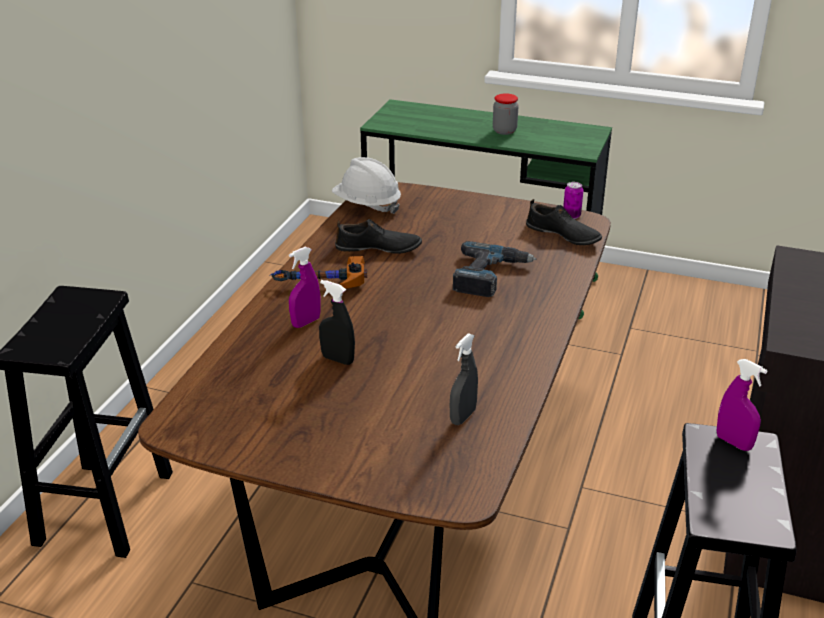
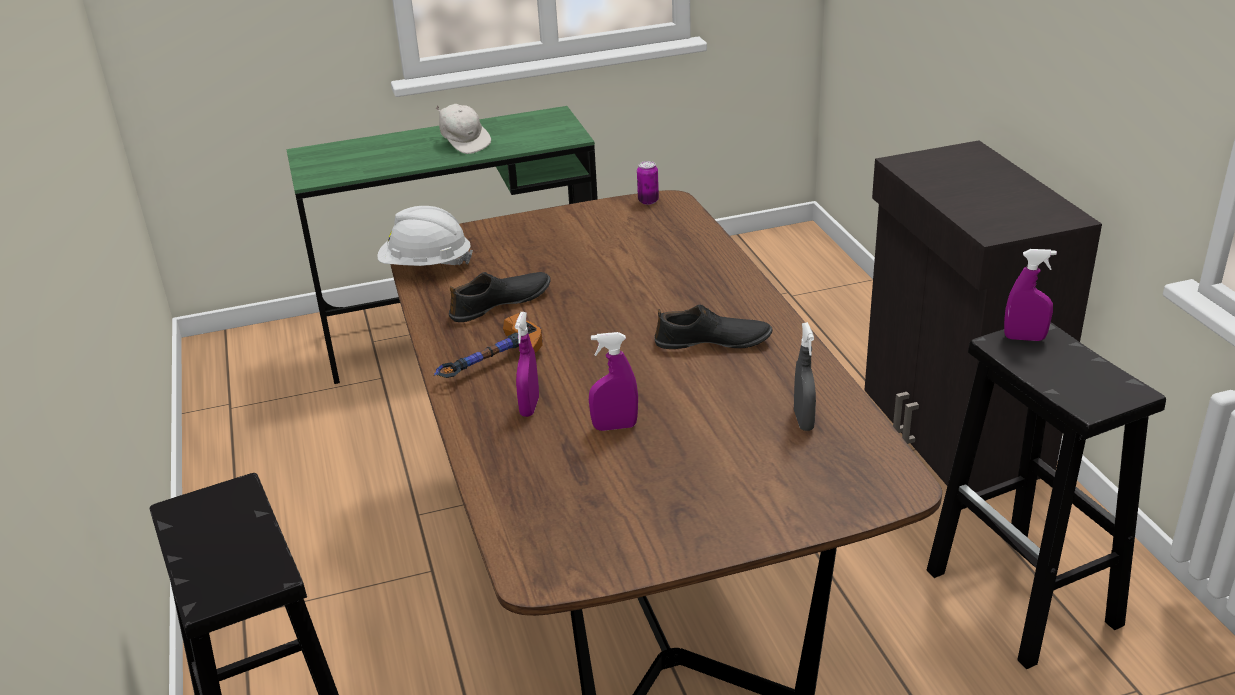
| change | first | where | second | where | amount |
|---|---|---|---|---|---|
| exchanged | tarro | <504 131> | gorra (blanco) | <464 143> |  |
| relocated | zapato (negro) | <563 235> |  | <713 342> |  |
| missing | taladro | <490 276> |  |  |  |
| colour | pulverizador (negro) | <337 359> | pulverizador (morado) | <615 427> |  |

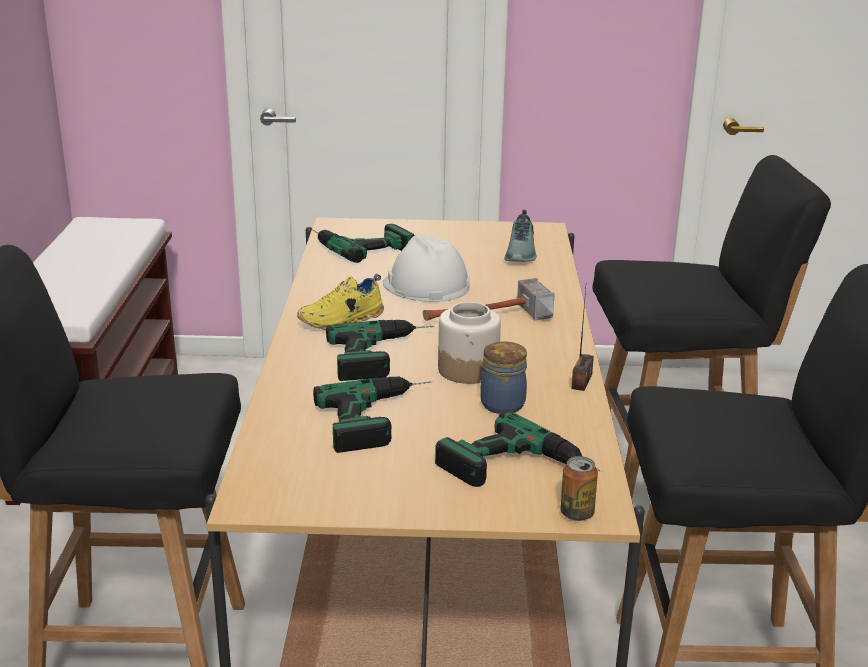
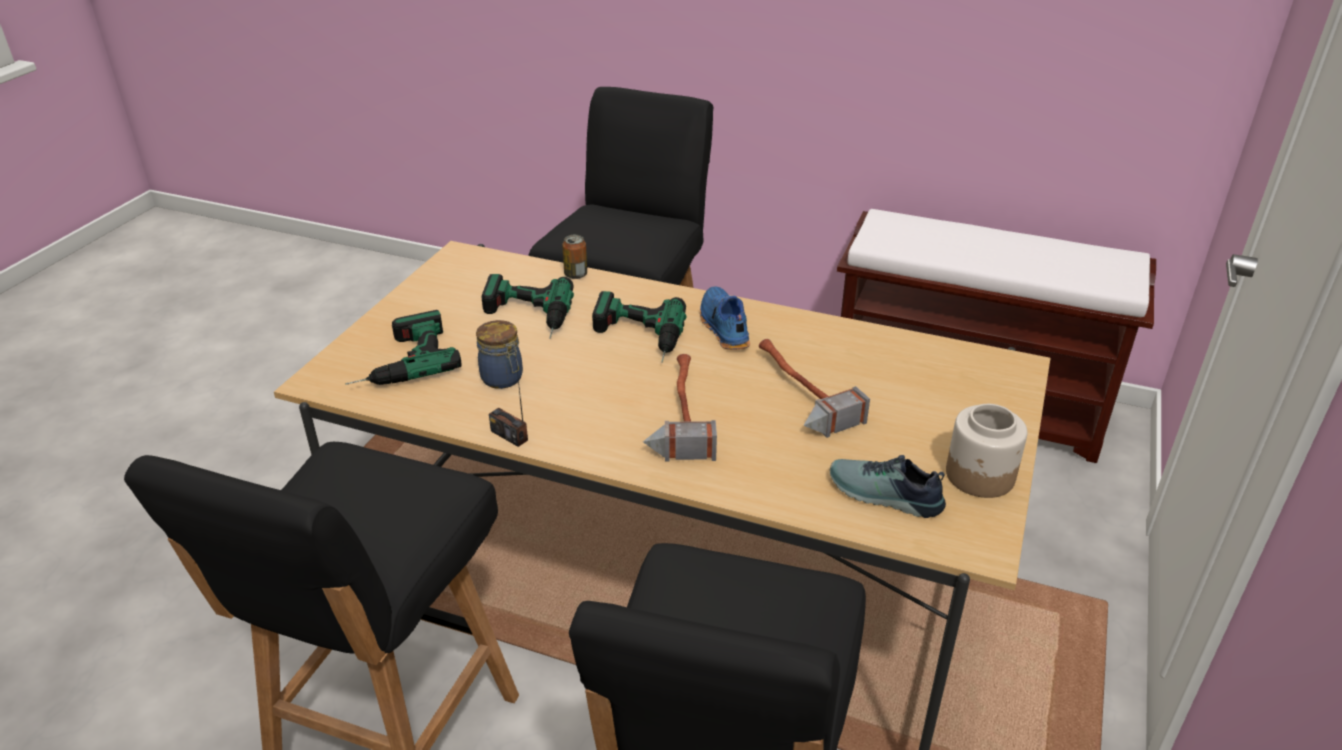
| change | first | where | second | where | amount |
|---|---|---|---|---|---|
| missing | taladro | <358 245> |  |  |  |
| exchanged | casco (blanco) | <426 285> | martillo | <795 393> |  |
| colour | zapato (amarillo) | <342 321> | zapato (azul) | <722 328> |  |
| relocated | tarro | <469 370> |  | <980 476> |  |
| relocated | lata | <577 513> |  | <575 274> |  |

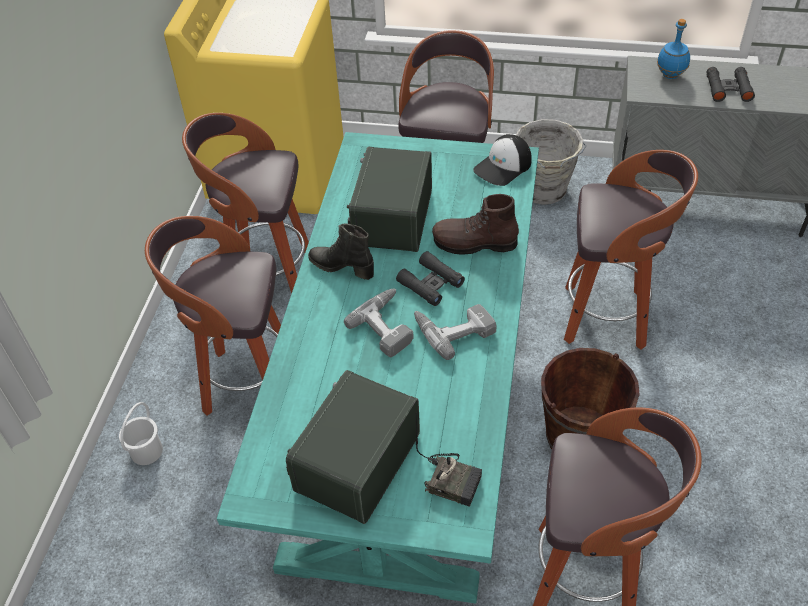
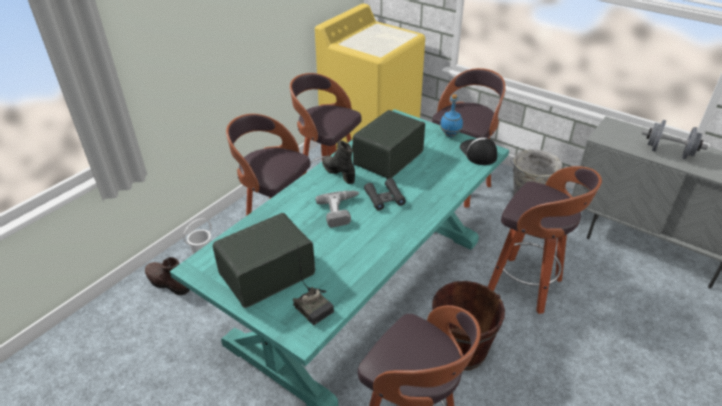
| change | first | where | second | where | amount |
|---|---|---|---|---|---|
| relocated | botella (azul) | <670 75> |  | <450 135> |  |
| exchanged | prismáticos (negro) | <728 89> | mancuerna (gris) | <668 152> |  |
| spun | gorra | <503 166> |  | <478 153> | 90 degrees clockwise |
| relocated | bota (marrón) | <474 243> |  | <168 283> |  |
| missing | taladro | <453 329> |  |  |  |

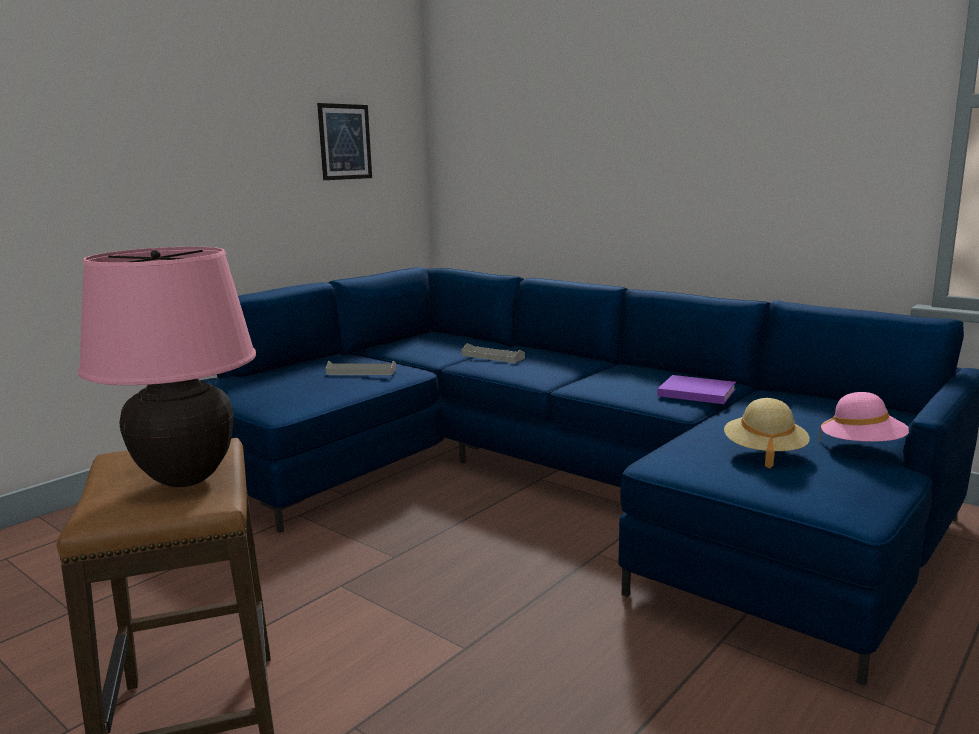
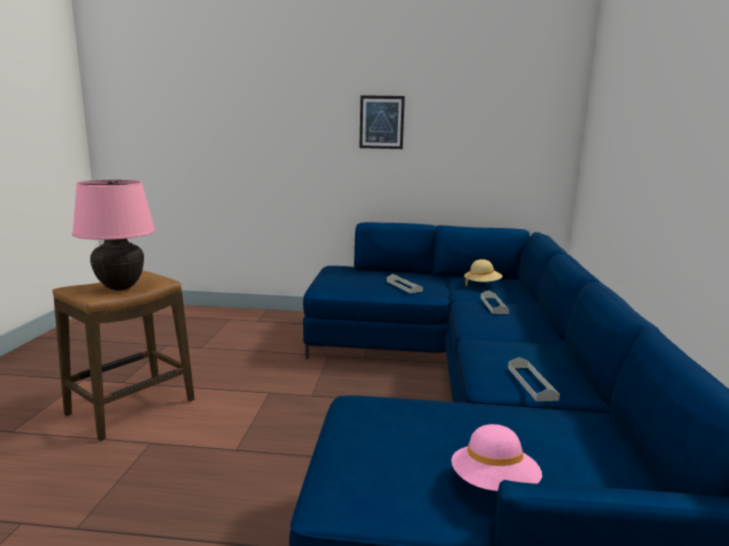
| change | first | where | second | where | amount |
|---|---|---|---|---|---|
| relocated | cuadro | <345 142> |  | <381 122> |  |
| exchanged | libro (morado) | <694 392> | bandeja (gris) | <531 383> |  |
| relocated | sombrero (beis) | <764 453> |  | <482 284> |  |

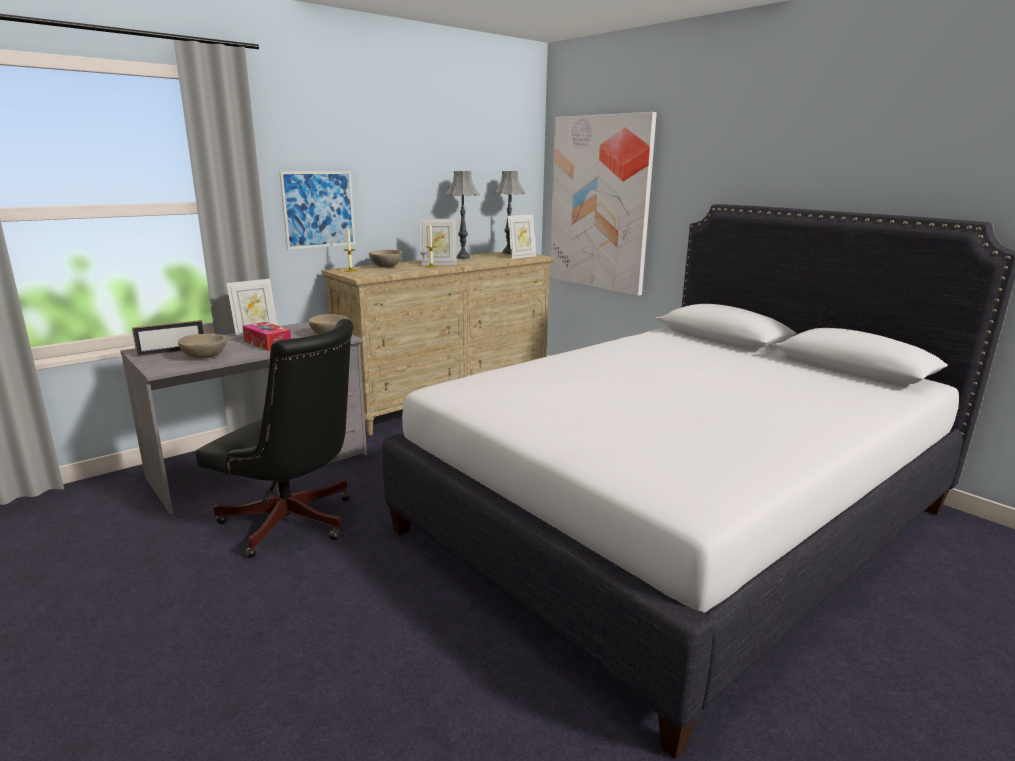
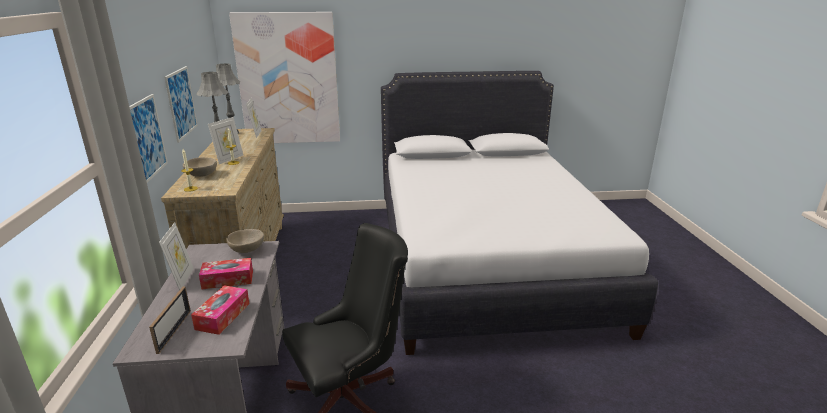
| change | first | where | second | where | amount |
|---|---|---|---|---|---|
| exchanged | cuenco (beis) | <204 357> | caja de pañuelos | <223 316> |  |
| appeared |  |  | cuadro | <181 103> |  |

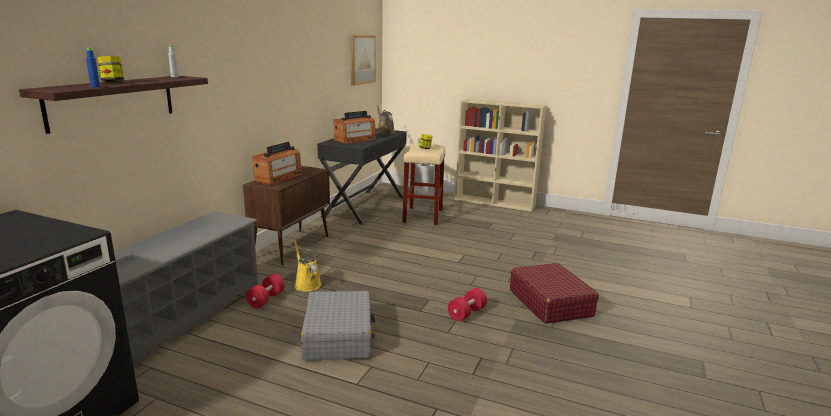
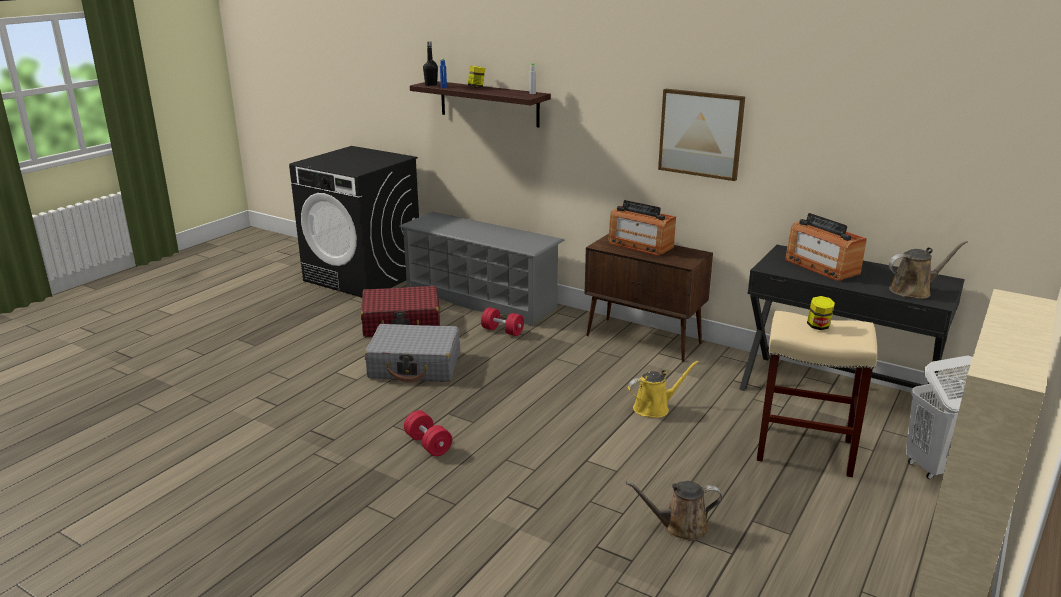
| change | first | where | second | where | amount |
|---|---|---|---|---|---|
| relocated | cuadro | <362 59> |  | <701 134> |  |
| relocated | regadera (amarillo) | <306 284> |  | <654 408> |  |
| relocated | maleta (rojo) | <550 303> |  | <402 323> |  |
| appeared |  |  | botella (negro) | <431 85> |  |
| appeared |  |  | regadera (marrón) | <680 527> |  |

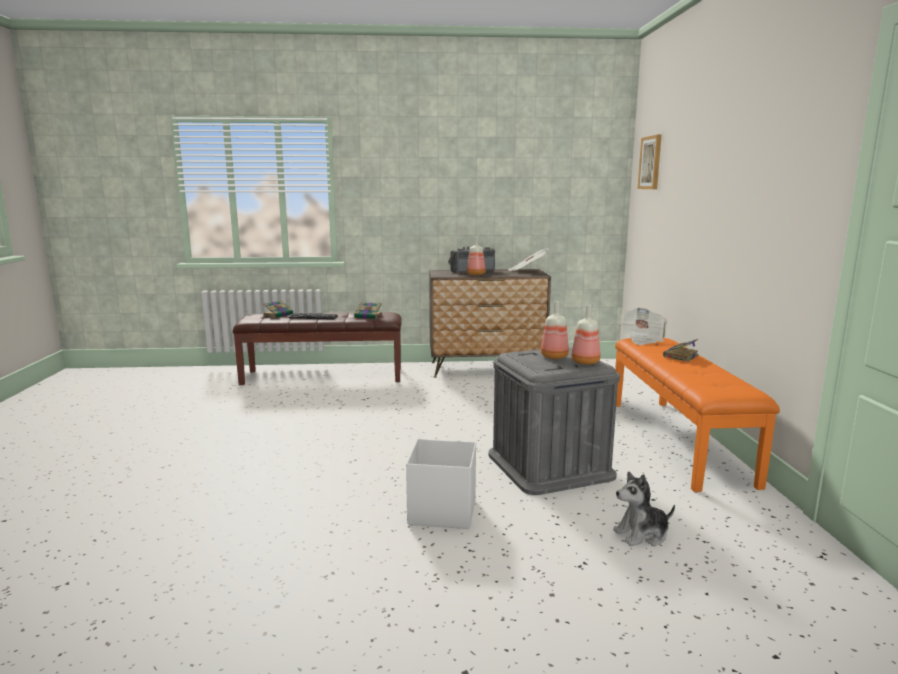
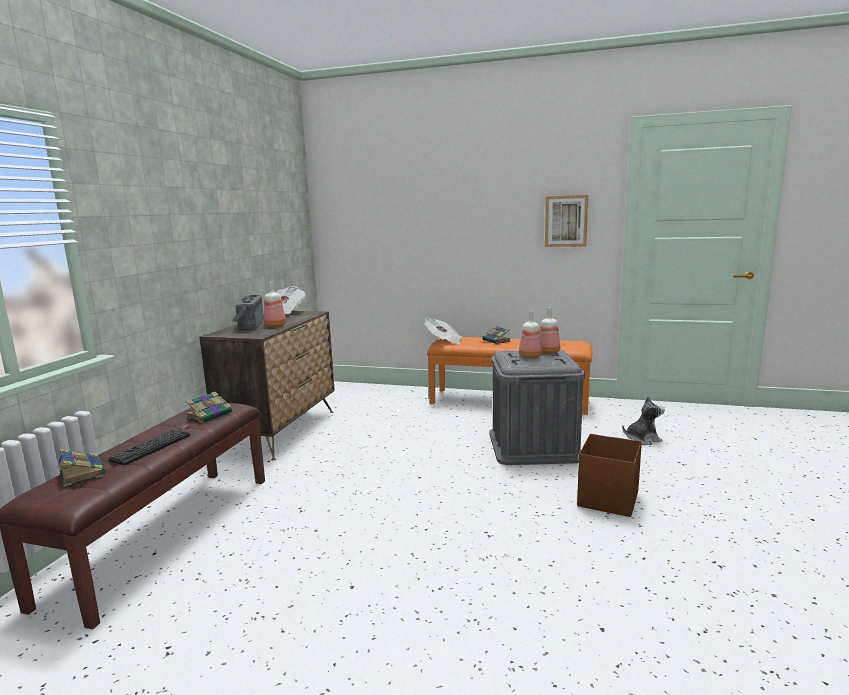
| change | first | where | second | where | amount |
|---|---|---|---|---|---|
| relocated | cuadro | <650 163> |  | <566 221> |  |
| colour | caja de almacenaje (blanco) | <441 511> | caja de almacenaje (marrón) | <607 499> |  |
| spun | peluche | <642 534> |  | <642 439> | 105 degrees counterclockwise |

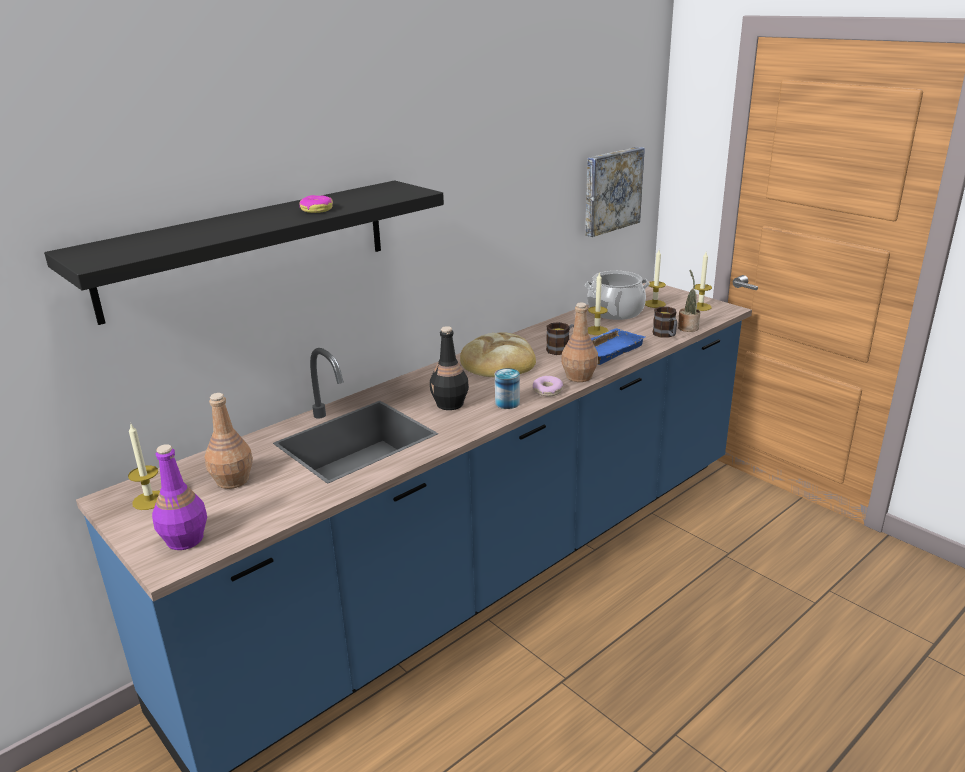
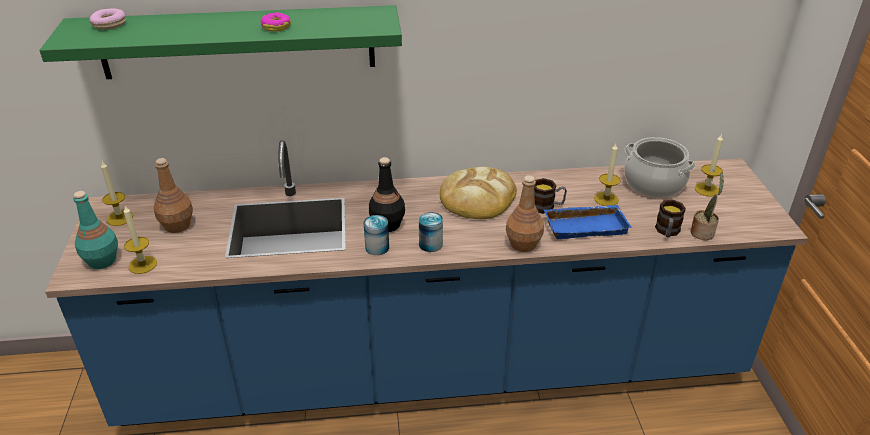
| change | first | where | second | where | amount |
|---|---|---|---|---|---|
| missing | cuadro | <611 190> |  |  |  |
| colour | estante (negro) | <248 247> | estante (verde) | <238 42> |  |
| relocated | vela | <700 307> |  | <142 265> |  |
| relocated | rosquilla | <547 391> |  | <109 24> |  |
| colour | botella (morado) | <184 540> | botella (turquesa) | <101 260> |  |
| appeared |  |  | lata | <377 247> |  |

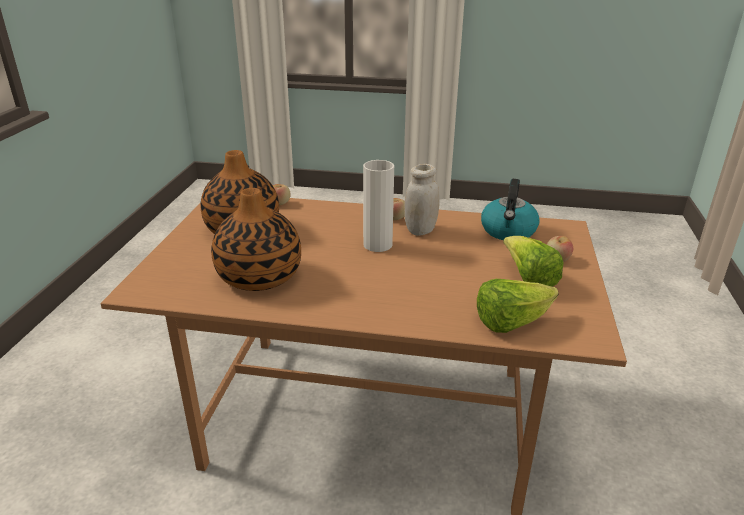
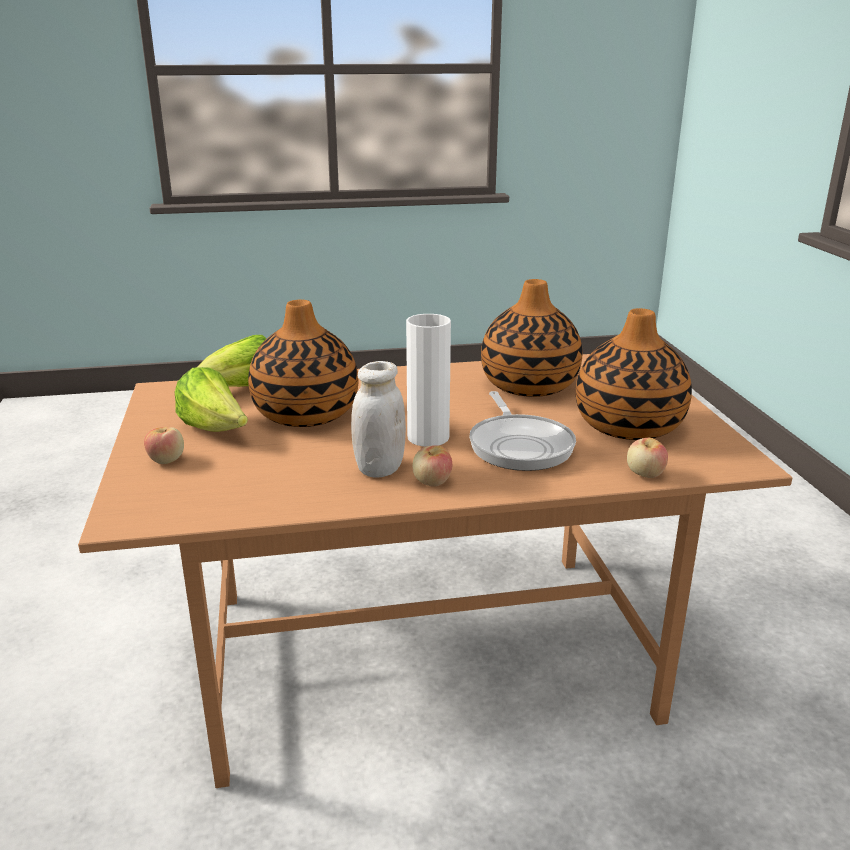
| change | first | where | second | where | amount |
|---|---|---|---|---|---|
| missing | hervidor | <508 231> |  |  |  |
| appeared |  |  | florero | <305 414> |  |
| appeared |  |  | sartén | <519 445> |  |

